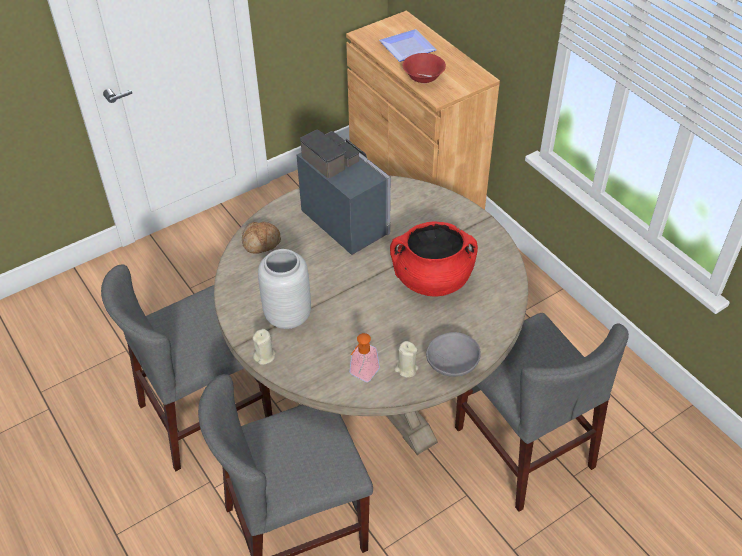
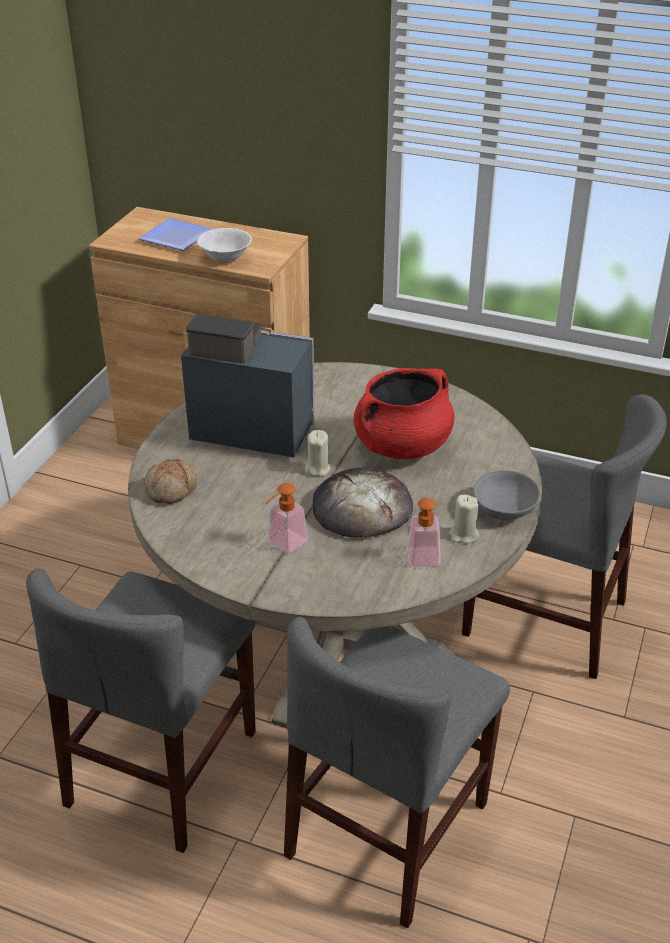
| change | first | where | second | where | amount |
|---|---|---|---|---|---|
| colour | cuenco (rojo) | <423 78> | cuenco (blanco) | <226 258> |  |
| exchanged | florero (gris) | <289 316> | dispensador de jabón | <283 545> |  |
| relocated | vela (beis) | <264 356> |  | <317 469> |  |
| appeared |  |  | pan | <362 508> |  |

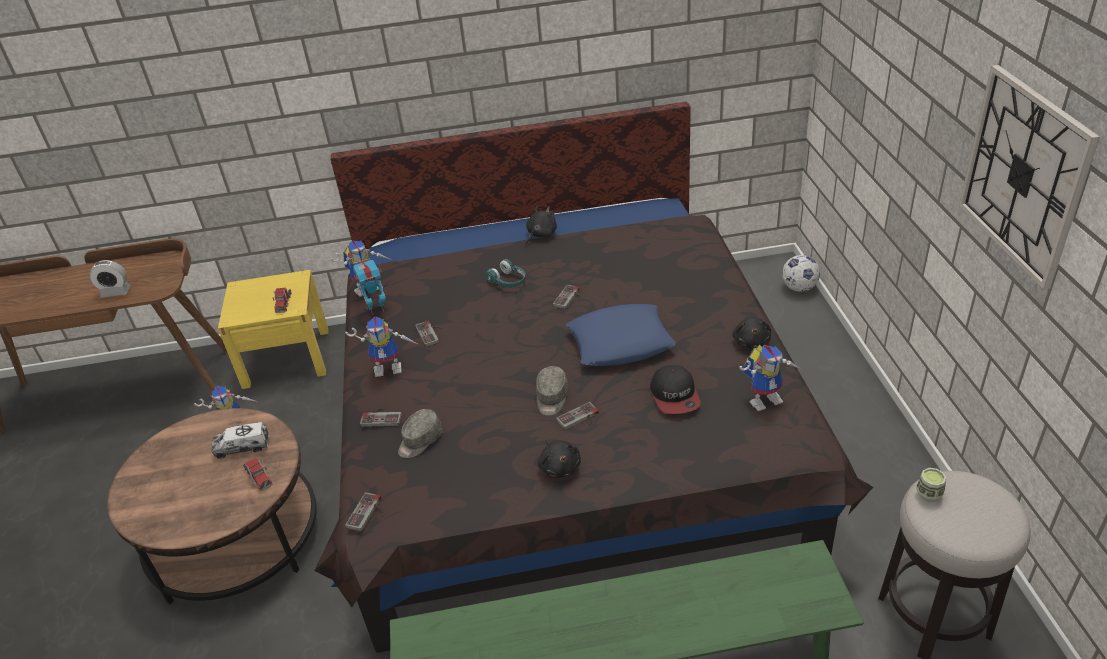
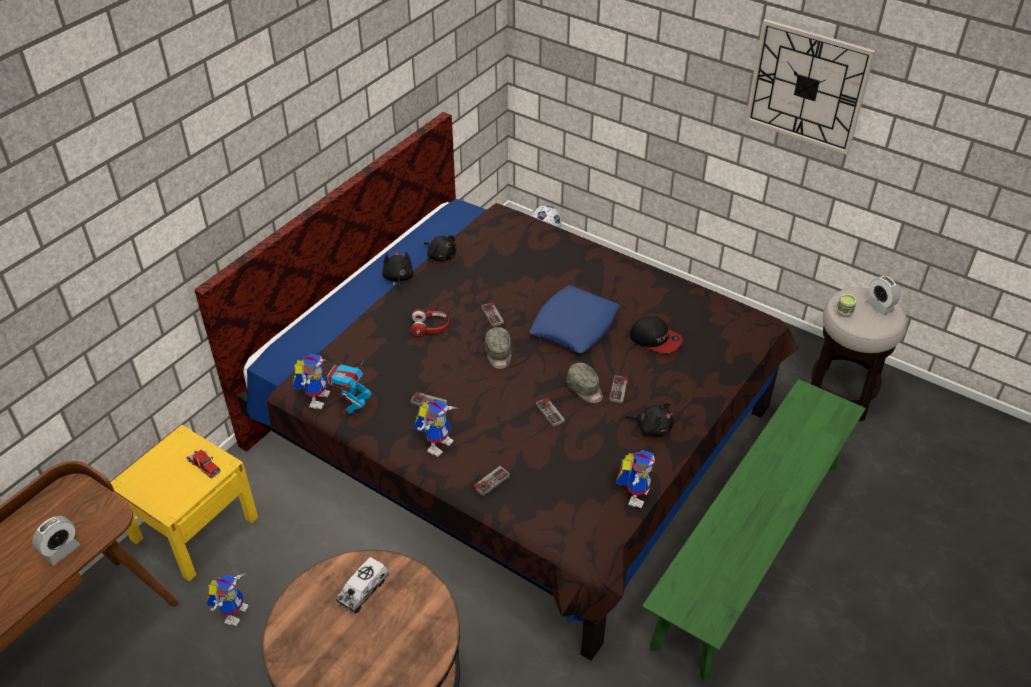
| change | first | where | second | where | amount |
|---|---|---|---|---|---|
| colour | auriculares (turquesa) | <508 281> | auriculares (rojo) | <430 327> |  |
| relocated | peluche (negro) | <751 341> |  | <441 255> |  |
| relocated | robot de juguete | <765 398> |  | <634 493> |  |
| relocated | gorra (gris) | <420 441> |  | <498 354> |  |
| missing | camión de juguete | <258 477> |  |  |  |
| relocated | mando de consola | <368 513> |  | <553 411> |  |
| appeared |  |  | despertador | <879 306> |  |

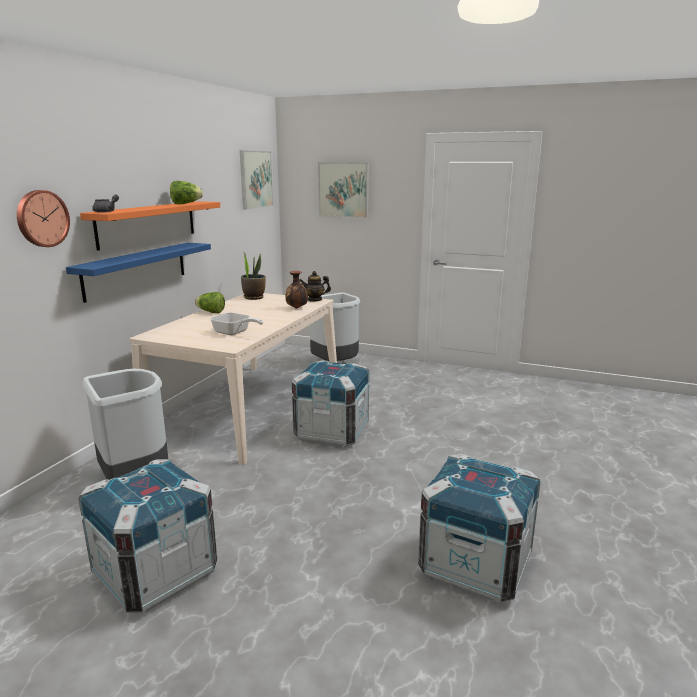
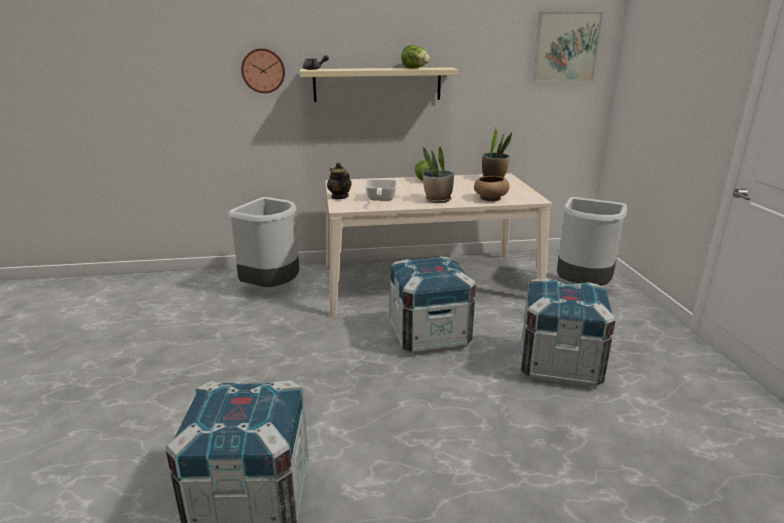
| change | first | where | second | where | amount |
|---|---|---|---|---|---|
| missing | cuadro | <343 190> |  |  |  |
| colour | estante (naranja) | <148 223> | estante (beis) | <377 84> |  |
| missing | estante (azul) | <136 270> |  |  |  |
| exchanged | florero | <297 308> | cuenco (marrón) | <490 198> |  |
| relocated | tetera | <315 299> |  | <339 197> |  |
| relocated | caja de embalaje | <156 573> |  | <559 365> |  |
| appeared |  |  | planta en maceta | <437 200> |  |

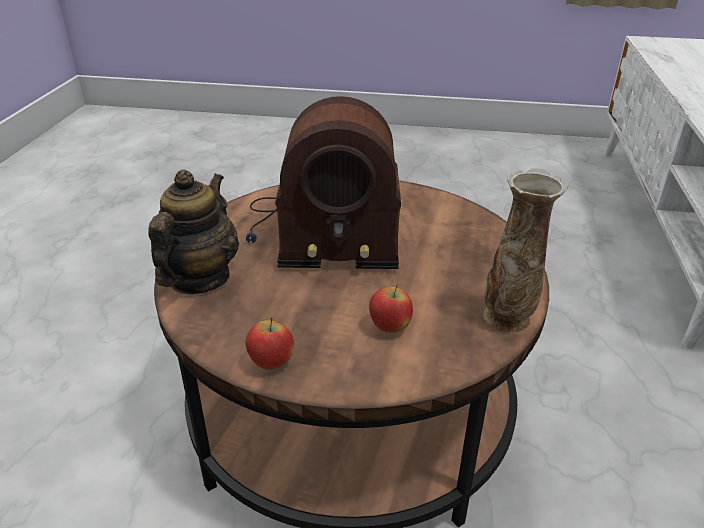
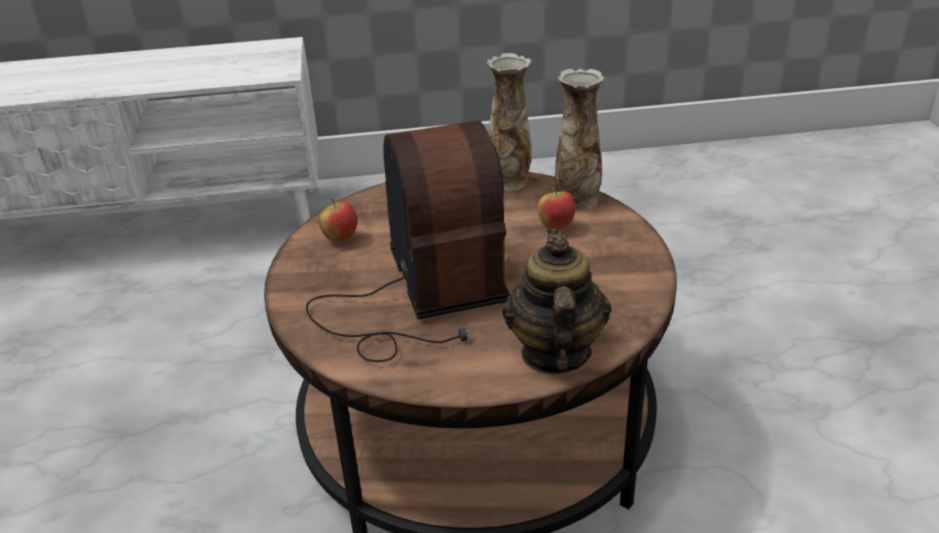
| change | first | where | second | where | amount |
|---|---|---|---|---|---|
| spun | tetera | <199 278> |  | <554 353> | 90 degrees clockwise |
| relocated | manzana | <271 363> |  | <341 239> |  |
| appeared |  |  | florero | <577 200> |  |

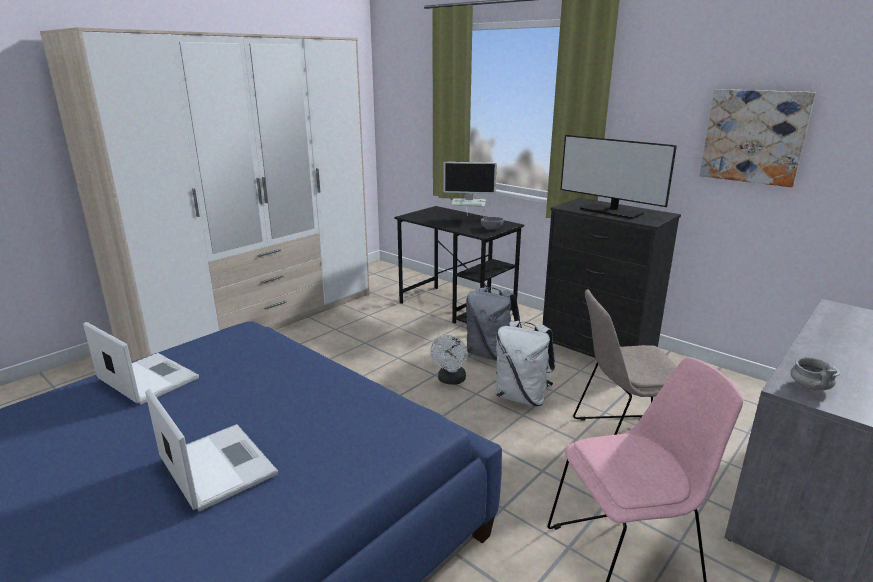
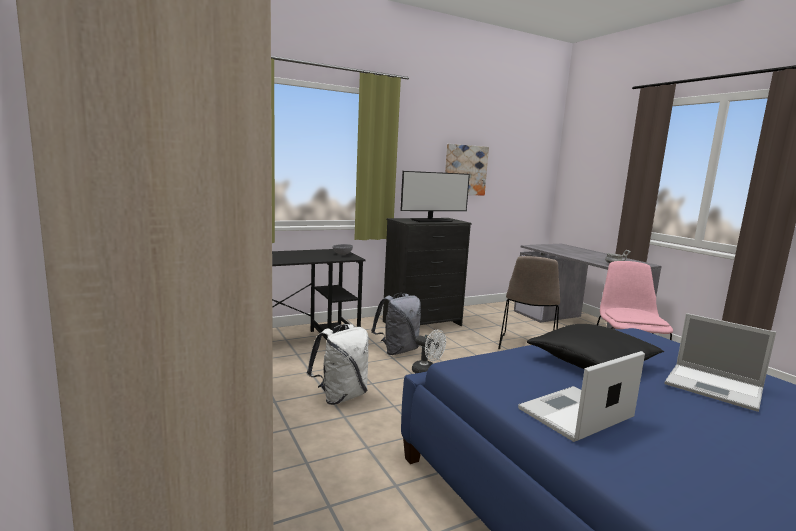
| change | first | where | second | where | amount |
|---|---|---|---|---|---|
| missing | monitor | <469 220> |  |  |  |
| relocated | mochila (blanco) | <522 397> |  | <340 396> |  |
| spun | portátil | <216 465> |  | <715 387> | 120 degrees counterclockwise |
| appeared |  |  | cojín (negro) | <591 364> |  |

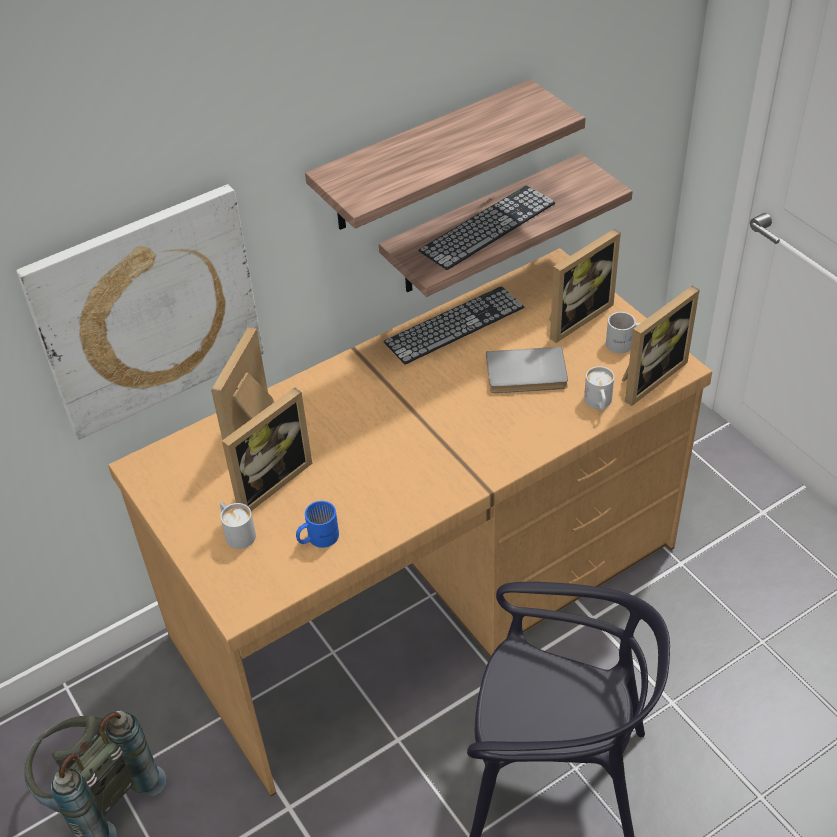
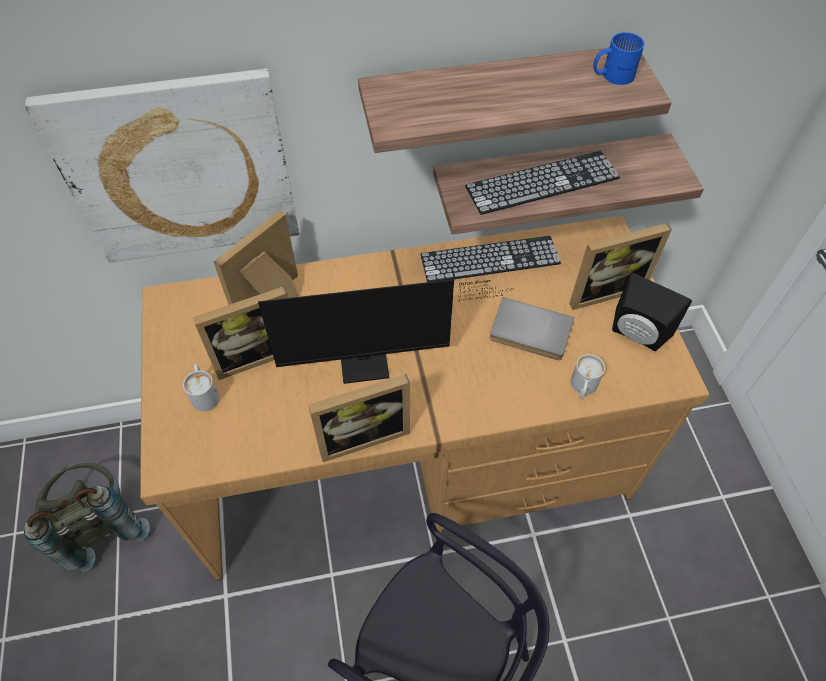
| change | first | where | second | where | amount |
|---|---|---|---|---|---|
| relocated | portarretratos | <648 376> |  | <362 434> |  |
| exchanged | taza grande (blanco) | <625 344> | altavoz (negro) | <636 335> |  |
| relocated | taza grande (azul) | <317 537> |  | <612 74> |  |
| appeared |  |  | monitor | <373 362> |  |

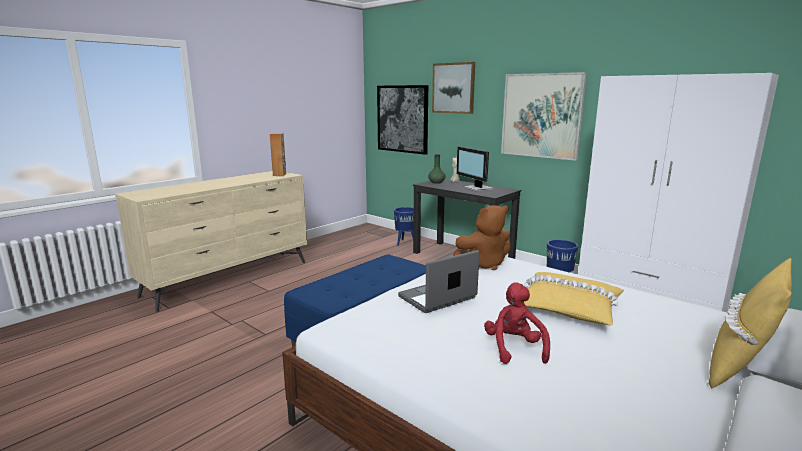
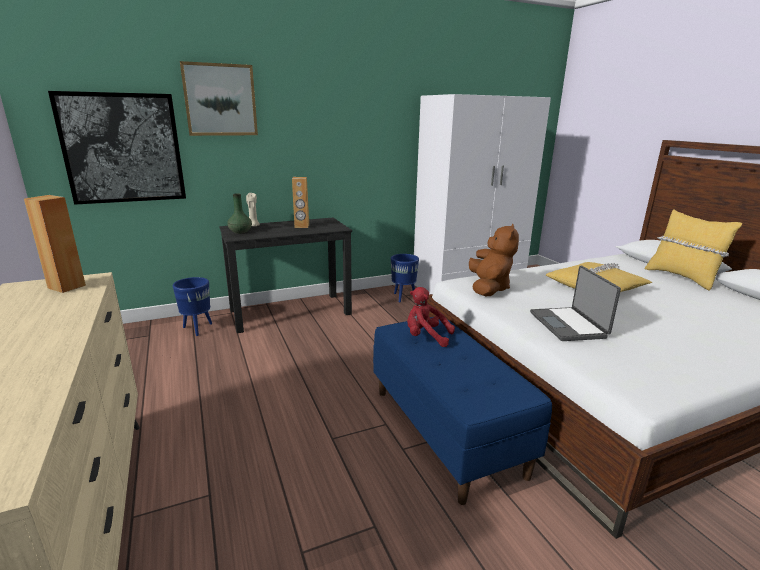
| change | first | where | second | where | amount |
|---|---|---|---|---|---|
| missing | cuadro | <541 115> |  |  |  |
| exchanged | monitor | <477 188> | altavoz (marrón) | <302 226> |  |
| relocated | peluche (rojo) | <514 348> |  | <426 337> |  |

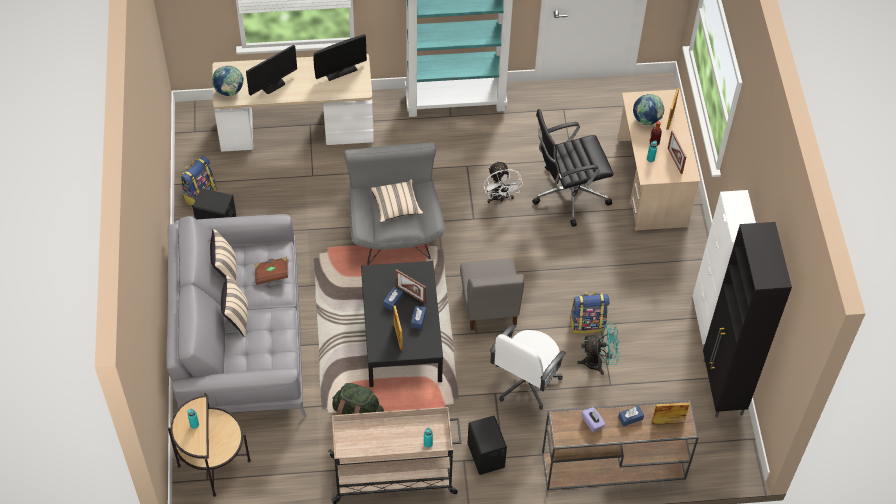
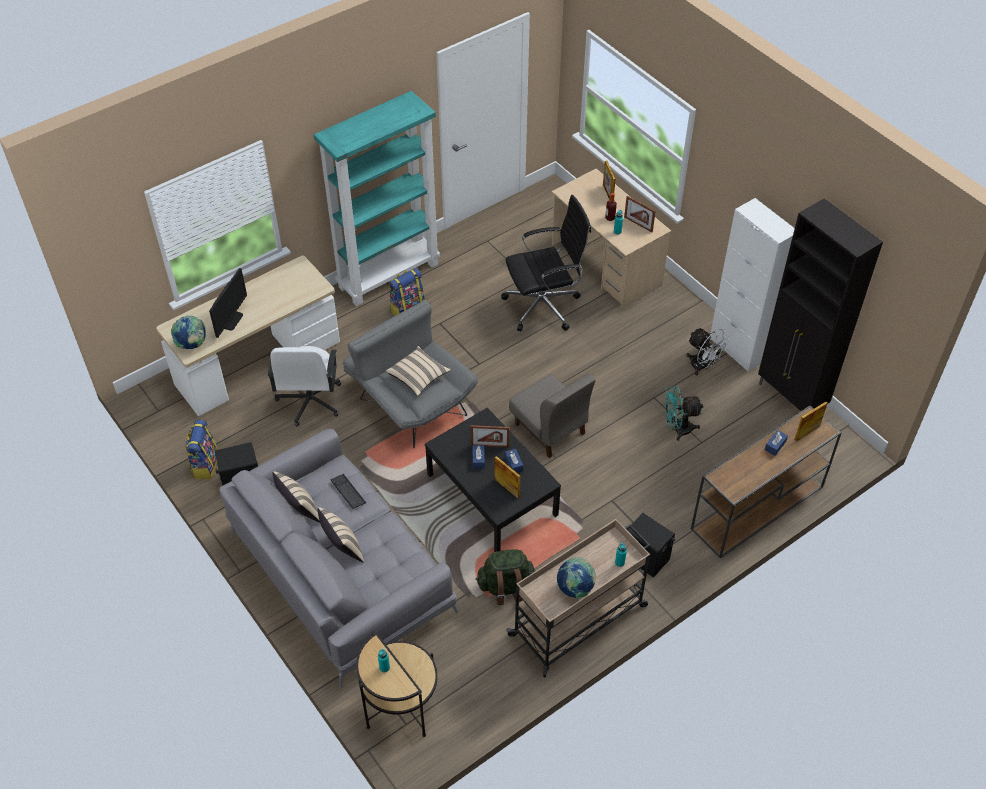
| change | first | where | second | where | amount |
|---|---|---|---|---|---|
| missing | monitor | <340 70> |  |  |  |
| relocated | globo terráqueo | <646 120> |  | <575 588> |  |
| spun | silla de oficina (negro) | <568 194> |  | <544 306> | 150 degrees counterclockwise |
| relocated | ventilador (blanco) | <500 198> |  | <703 366> |  |
| exchanged | libro (marrón) | <272 274> | teclado | <348 492> |  |
| relocated | mochila | <587 323> |  | <407 308> |  |
| relocated | silla de oficina (blanco) | <525 381> |  | <309 401> |  |
| spun | ventilador (turquesa) | <598 362> |  | <677 429> | 150 degrees counterclockwise |
| missing | caja de pañuelos (morado) | <592 423> |  |  |  |

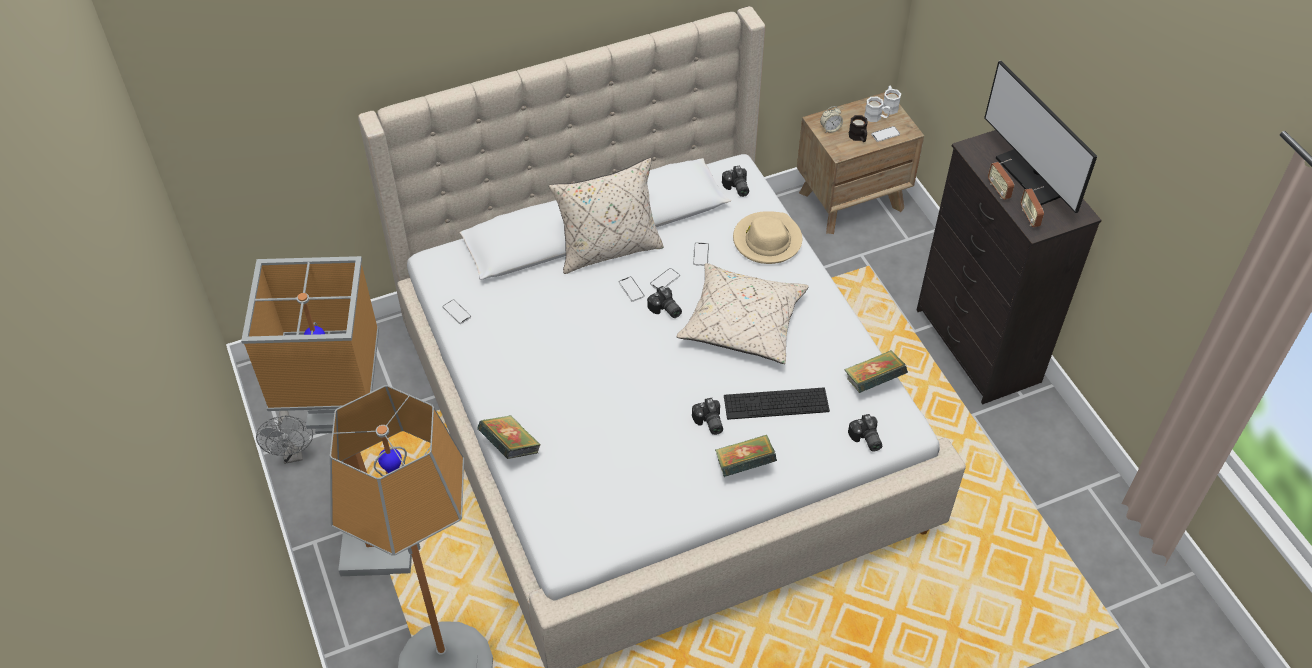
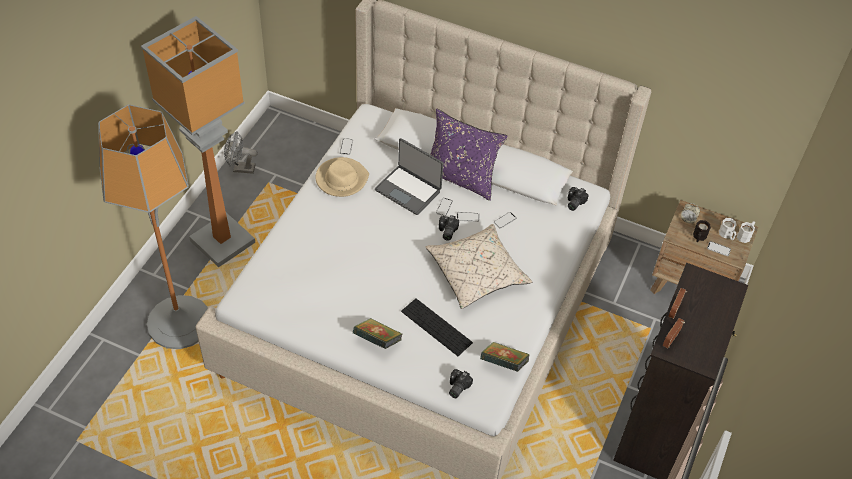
| change | first | where | second | where | amount |
|---|---|---|---|---|---|
| missing | monitor | <1031 176> |  |  |  |
| colour | cojín (beis) | <608 249> | cojín (morado) | <461 178> |  |
| relocated | sombrero (beis) | <767 240> |  | <341 179> |  |
| missing | cámara | <708 423> |  |  |  |
| spun | ventilador (gris) | <293 454> |  | <240 168> | 60 degrees clockwise |
| missing | libro | <510 447> |  |  |  |
| appeared |  |  | portátil | <408 190> |  |

